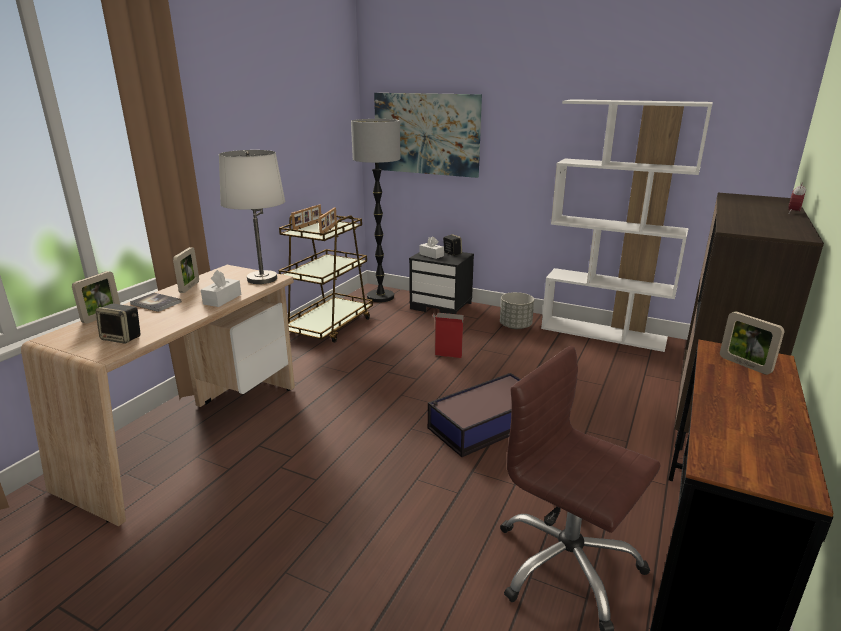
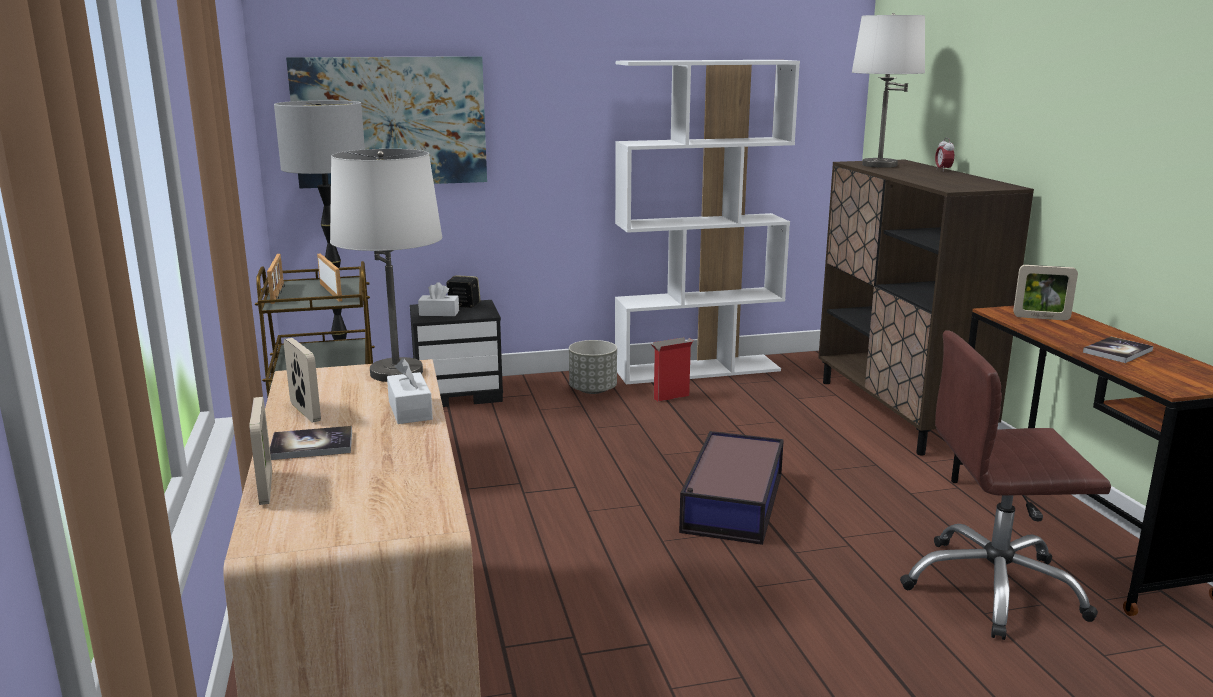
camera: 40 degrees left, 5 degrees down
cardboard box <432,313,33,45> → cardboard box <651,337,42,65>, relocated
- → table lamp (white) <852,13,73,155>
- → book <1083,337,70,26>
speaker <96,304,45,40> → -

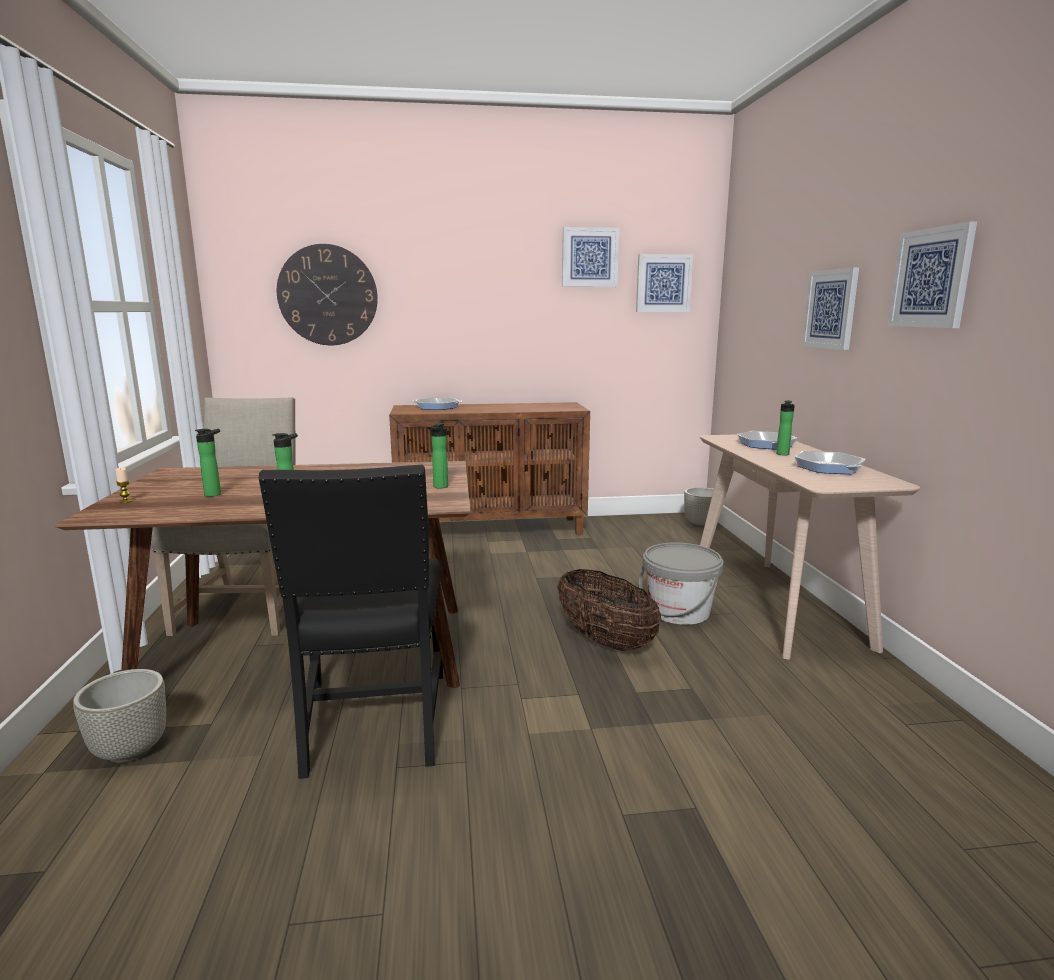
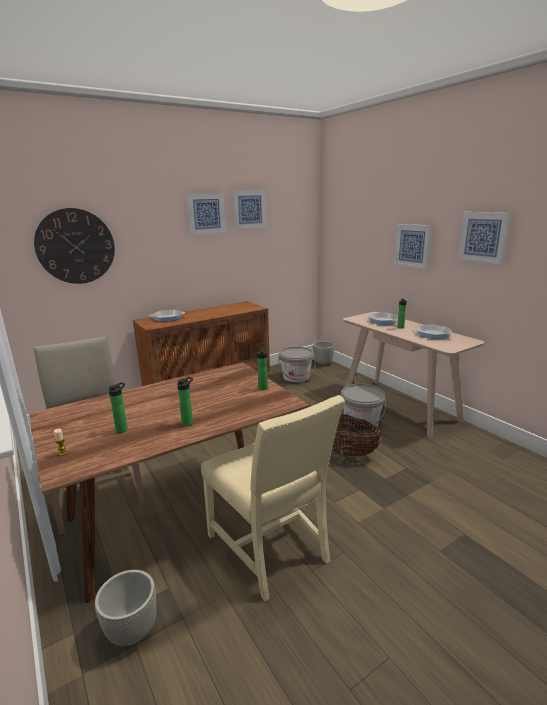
camera: 25 degrees left, 5 degrees up
picture <636,254,57,58> → picture <187,193,39,42>, relocated
chair (black) <259,465,184,314> → chair (beige) <201,395,144,206>
- → bucket (grey) <278,347,38,36>

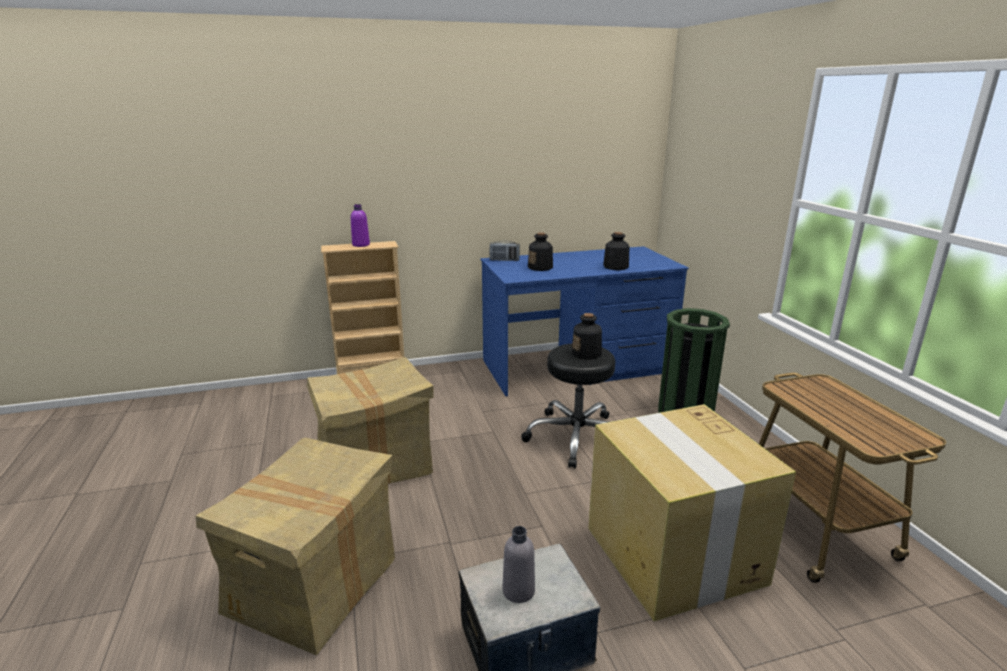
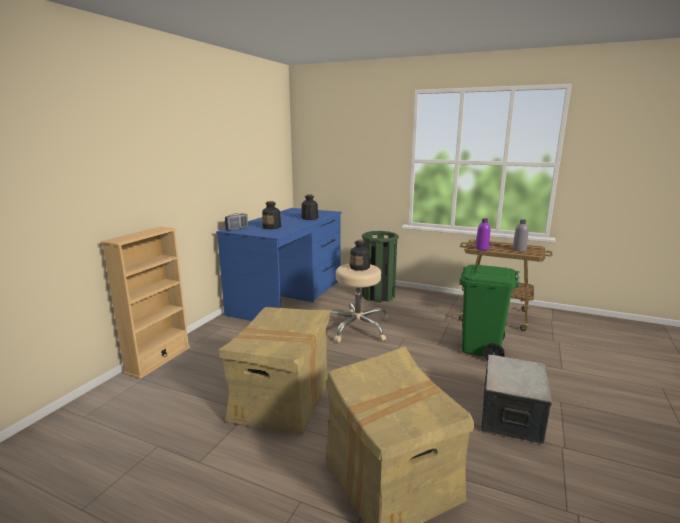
camera: 50 degrees left, 5 degrees down
stool (black) <521,343,94,125> → stool (beige) <330,264,60,79>
cardboard box <588,404,208,217> → trash can (green) <460,265,60,95>
bottle (purple) <351,204,19,43> → bottle (purple) <475,218,15,32>, relocated
bottle (grey) <502,526,33,77> → bottle (grey) <513,219,16,32>, relocated

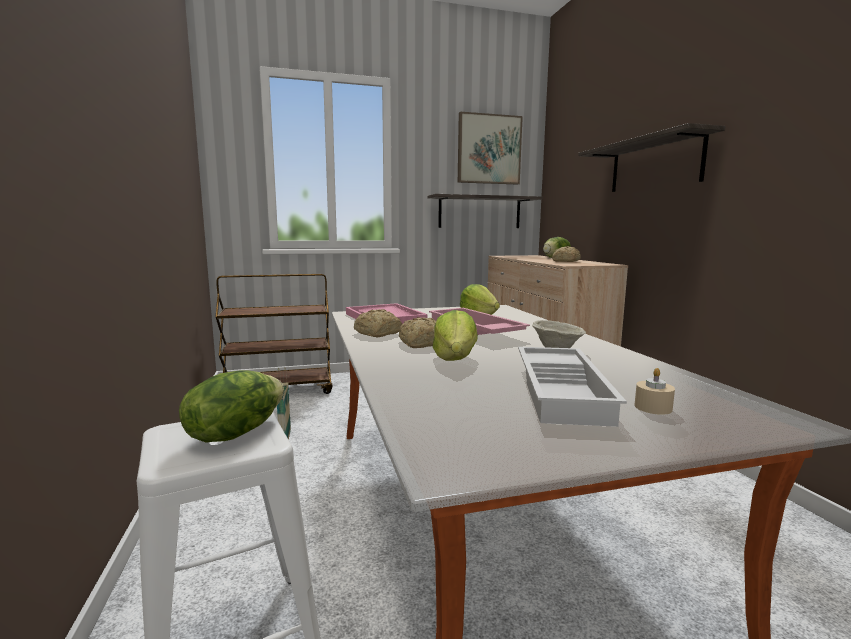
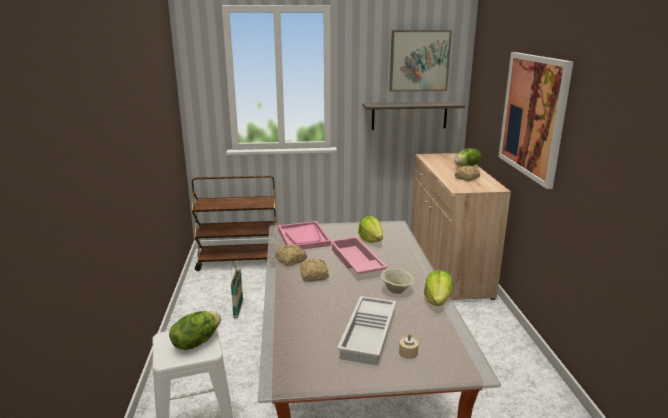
camera: 10 degrees right, 10 degrees up
lettuce <433,310,45,51> → lettuce <424,270,30,36>, relocated
shelf <578,123,148,69> → picture <499,52,74,137>

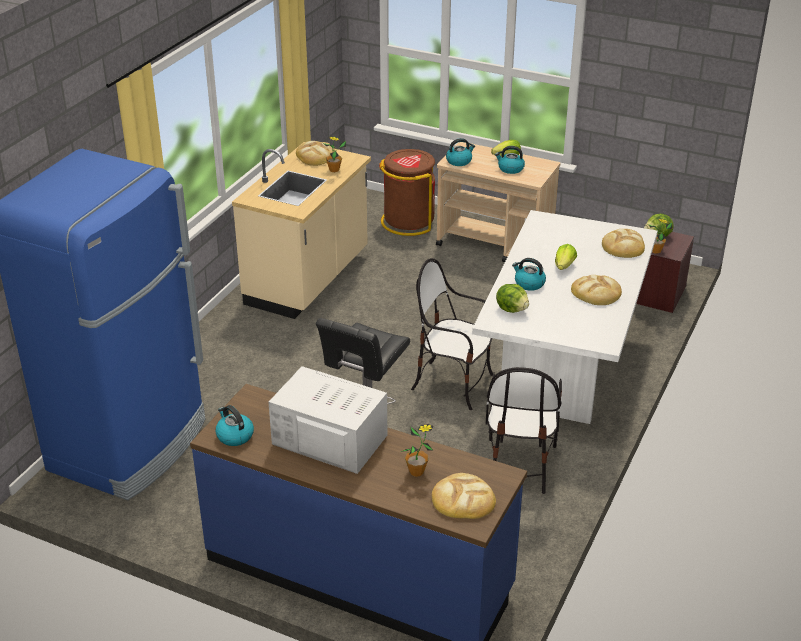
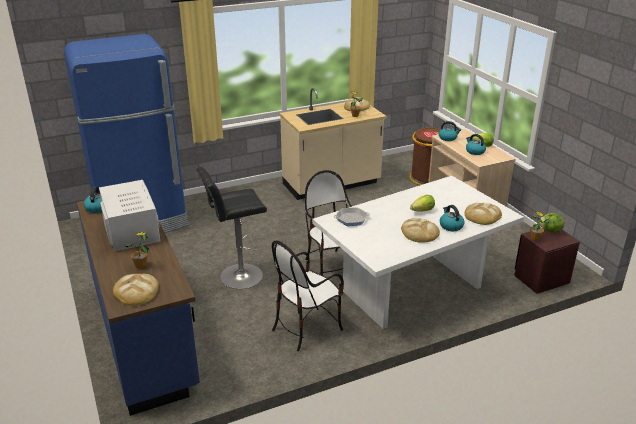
camera: 40 degrees right, 5 degrees down
lettuce <496,284,33,29> → frying pan <334,207,36,19>
kettle <512,258,34,33> → kettle <440,205,25,26>, relocated

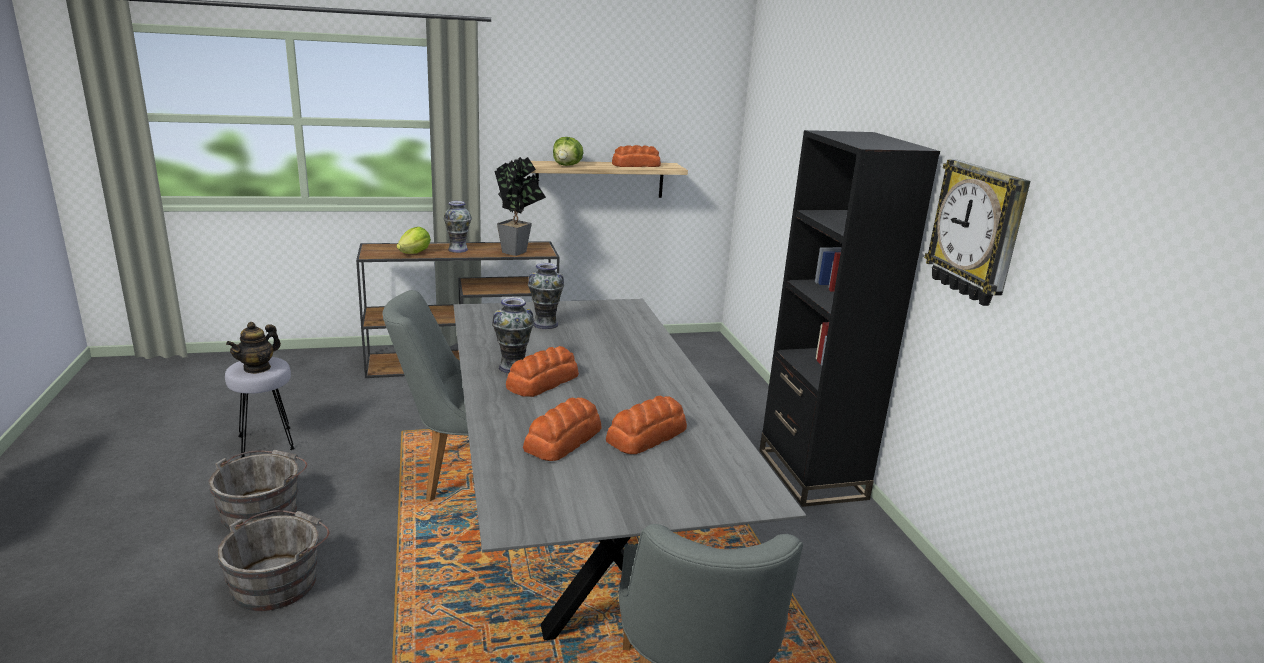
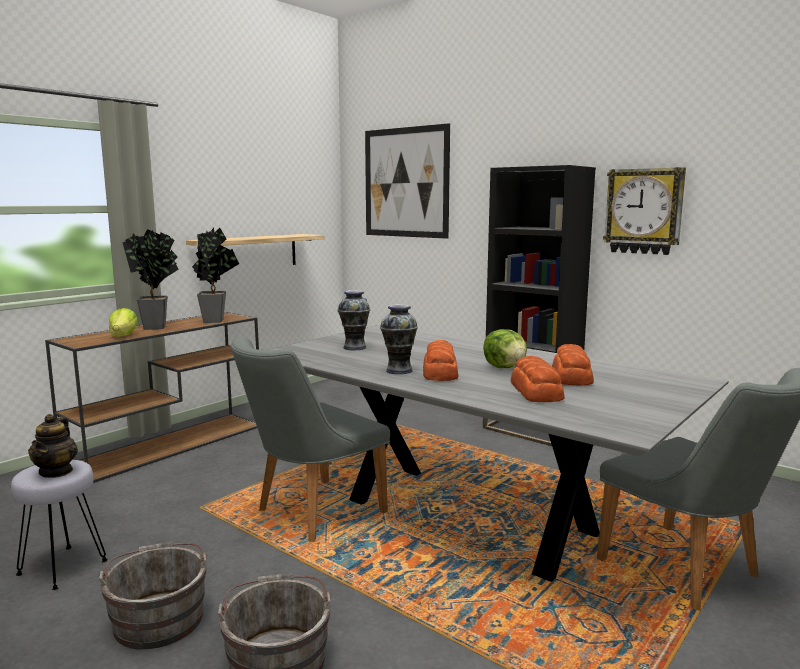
camera: 35 degrees left, 10 degrees down
vase <444,201,28,52> → potted plant <122,229,57,101>
- → picture <365,123,85,116>
lettuce <553,137,31,29> → lettuce <483,329,44,39>, relocated
bread <612,145,49,22> → -

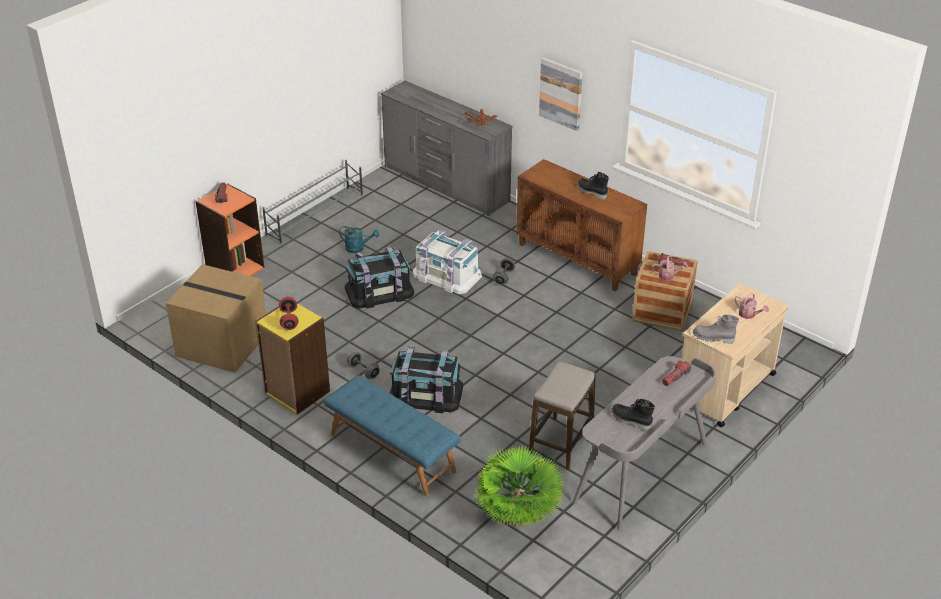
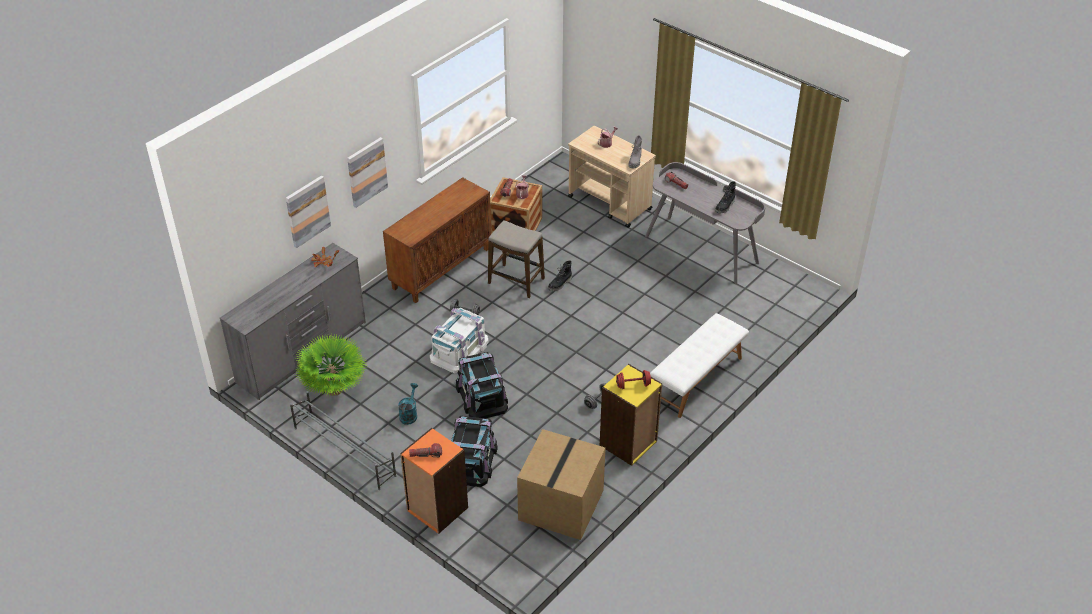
camera: 90 degrees left, 5 degrees up
- → picture <286,176,45,72>
potted plant <473,445,93,83> → potted plant <296,334,71,62>, relocated
storage box (black) <390,347,73,66> → storage box (black) <451,416,47,71>, relocated
stool <529,361,67,109> → stool <488,220,57,78>, relocated
boot (black) <577,172,32,28> → boot (black) <548,260,24,31>, relocated
bench (blue) <324,375,136,122> → bench (white) <650,313,99,105>

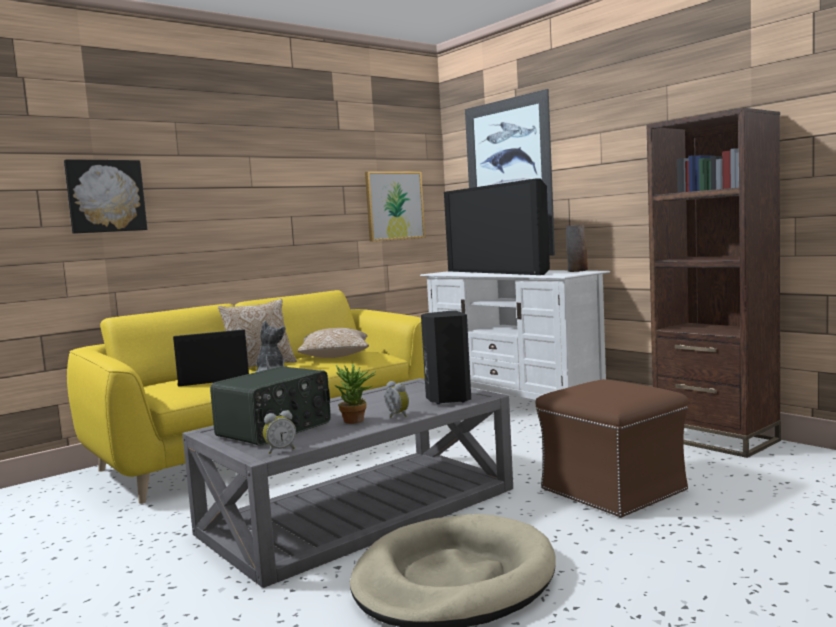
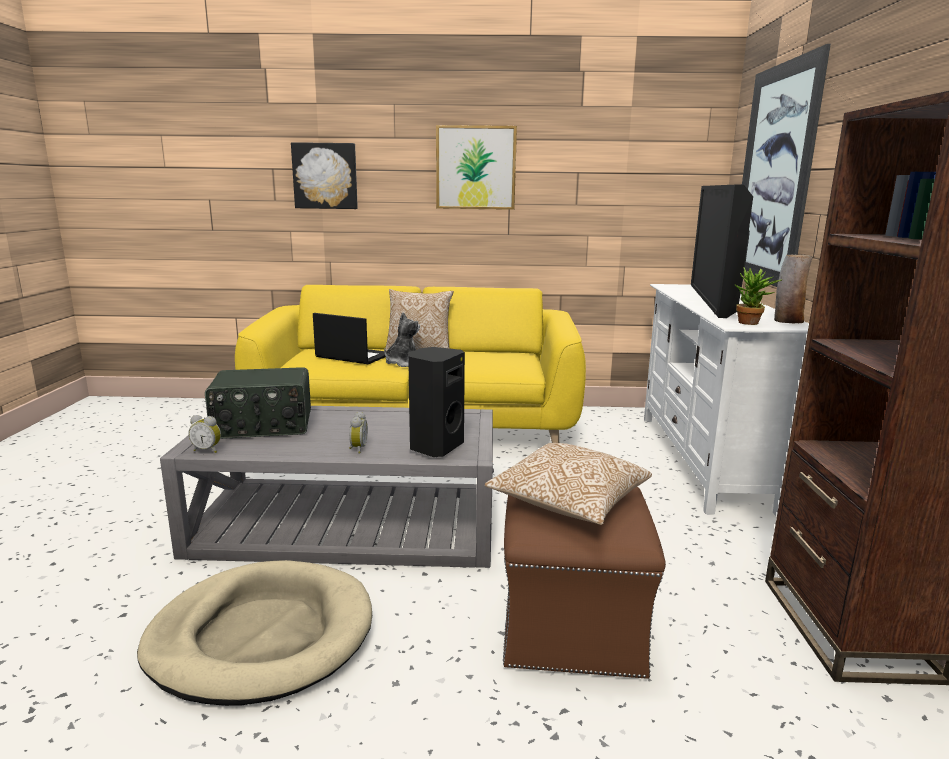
camera: 40 degrees right, 10 degrees up
picture <365,171,60,71> → picture <436,125,81,85>, relocated
pillow <297,328,72,30> → pillow <485,443,167,82>, relocated
potted plant <334,364,42,60> → potted plant <734,267,48,58>, relocated

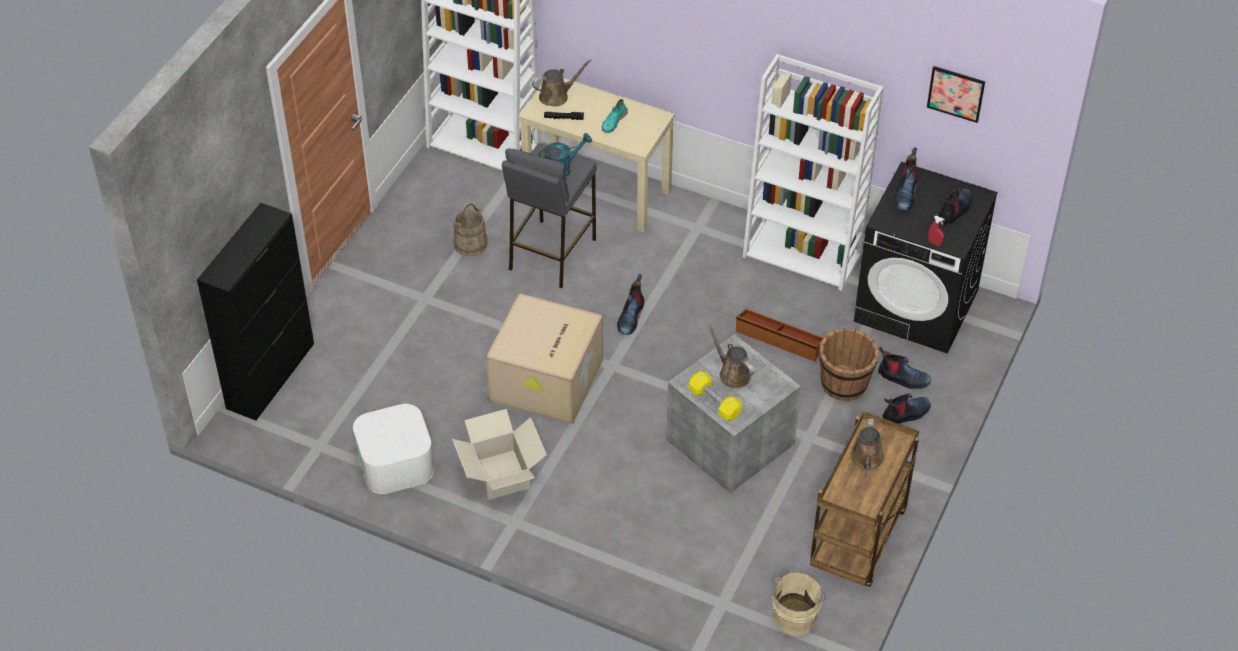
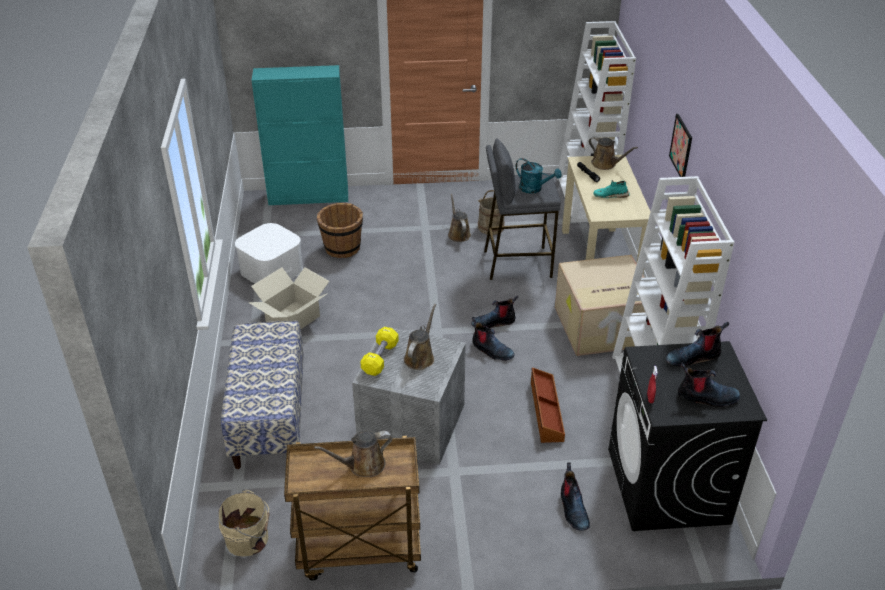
camera: 60 degrees right, 10 degrees down
- → bench <221,321,83,148>
cabinet (black) <197,203,117,218> → cabinet (turquoise) <251,65,97,140>
bucket (brown) <819,328,60,73> → bucket (brown) <317,203,46,55>, relocated
- → watering can (brown) <448,194,23,48>
boot <883,393,48,31> → boot <472,317,43,44>, relocated
cardboard box <486,293,117,131> → cardboard box <555,255,90,101>, relocated
picture <927,66,58,57> → picture <669,114,23,63>, relocated

